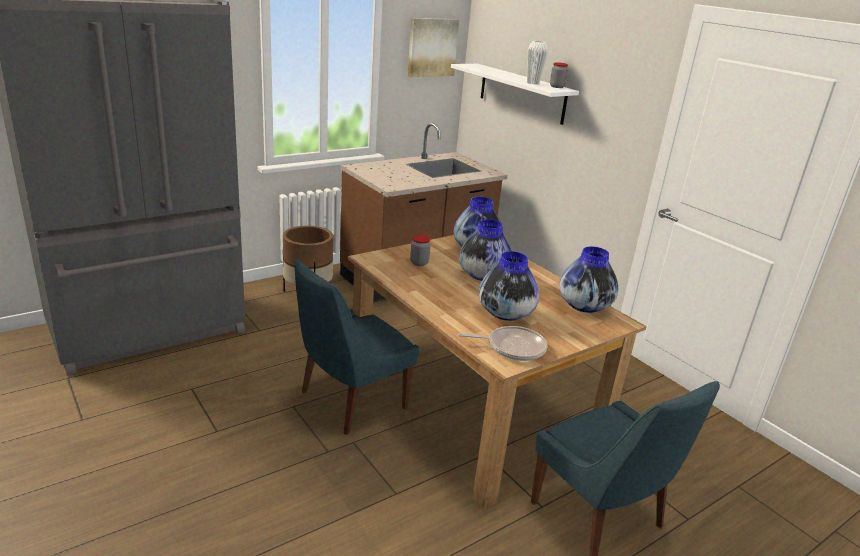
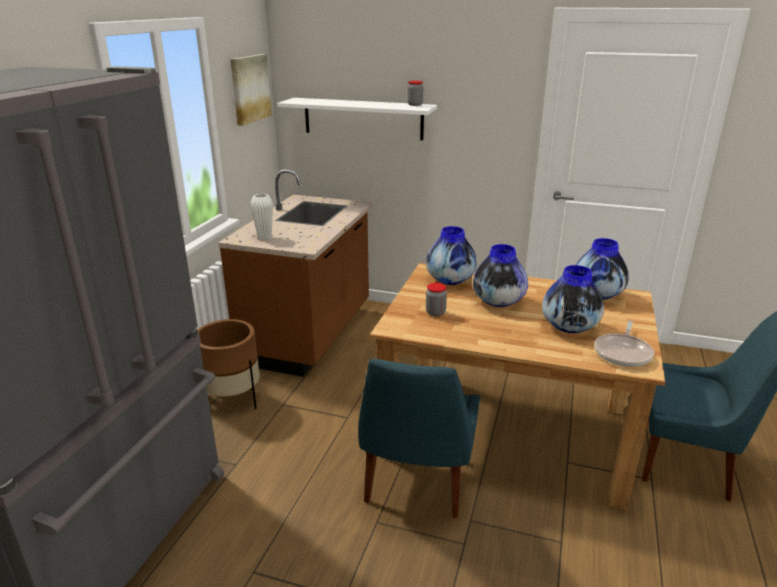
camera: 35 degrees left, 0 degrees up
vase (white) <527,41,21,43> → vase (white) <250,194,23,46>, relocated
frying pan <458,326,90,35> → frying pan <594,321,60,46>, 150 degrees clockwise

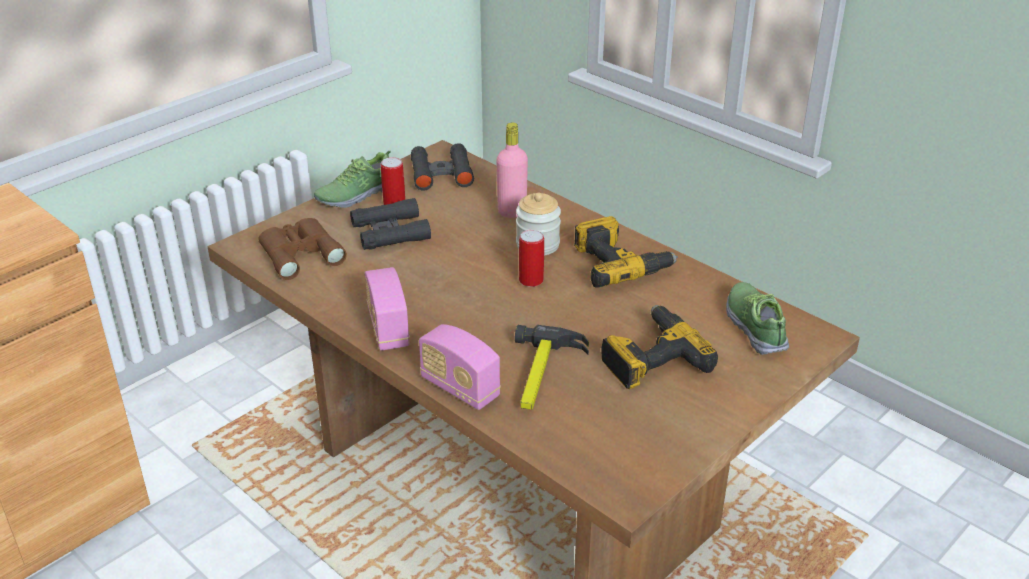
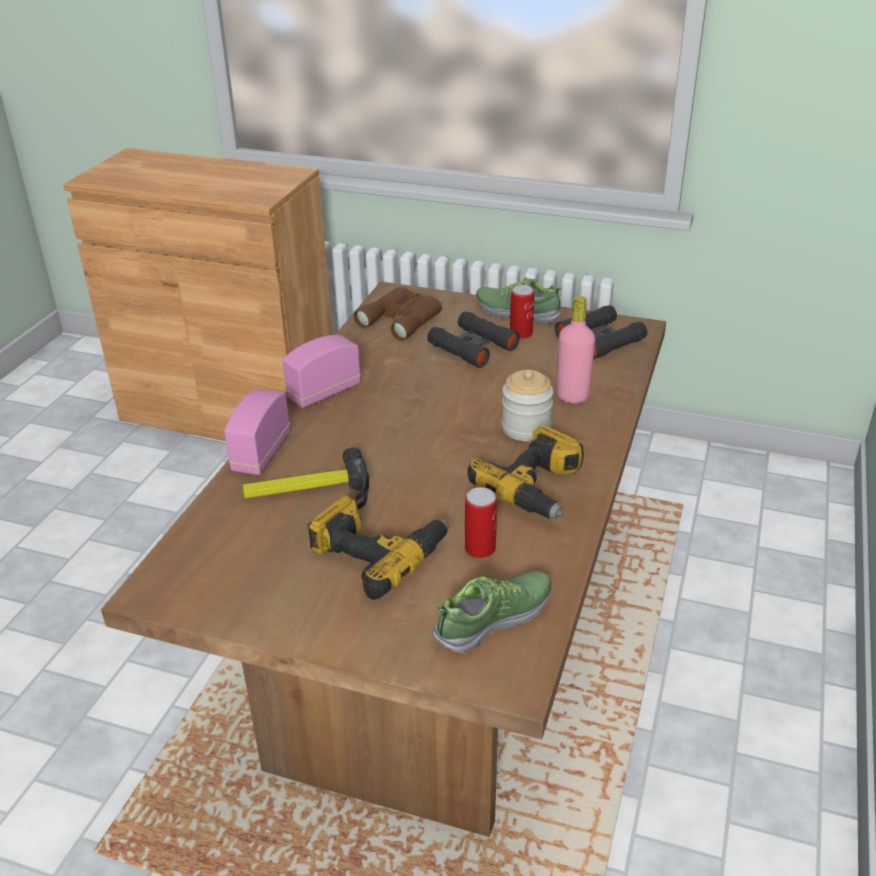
camera: 65 degrees right, 0 degrees up
can <519,230,25,57> → can <465,487,32,71>, relocated

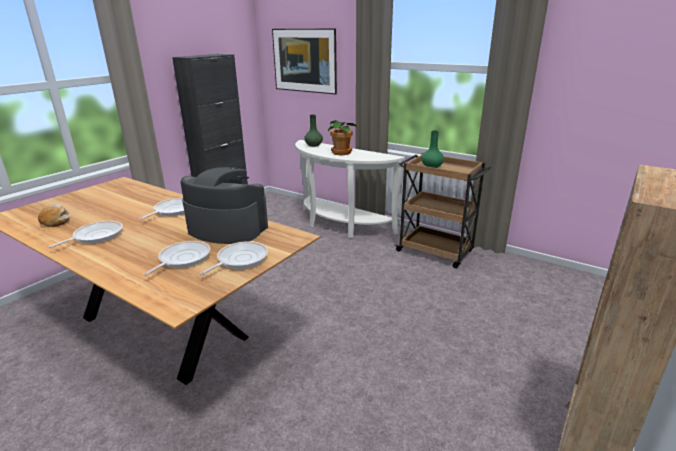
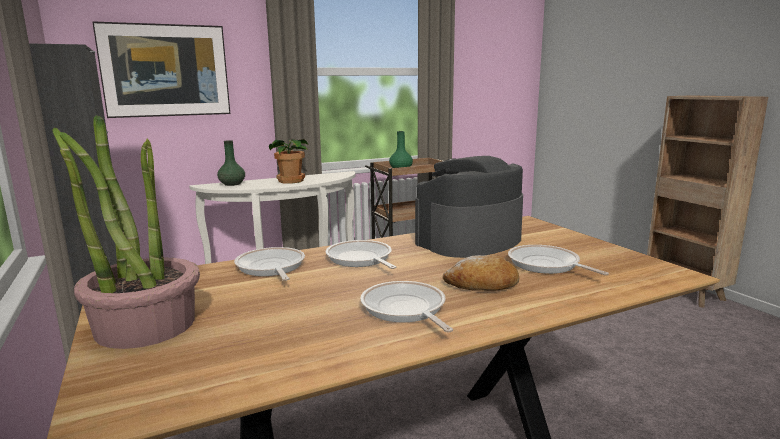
camera: 60 degrees left, 10 degrees down
- → potted plant <52,115,148,234>
frying pan <200,241,68,34> → frying pan <234,247,71,34>, relocated
bread <38,204,32,23> → bread <443,255,76,36>, relocated

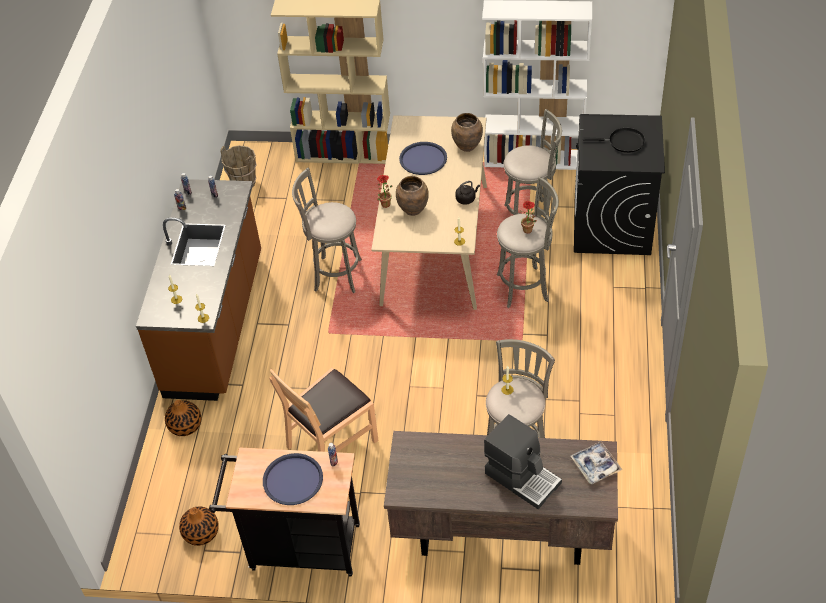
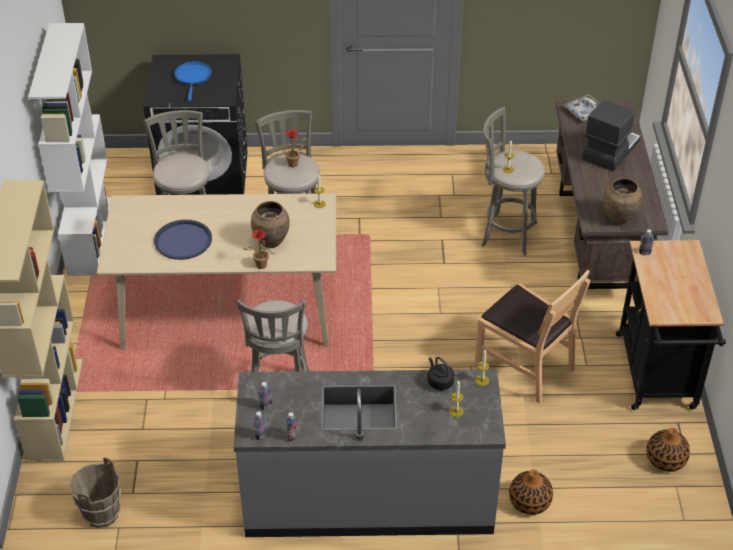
camera: 100 degrees left, 5 degrees down
frying pan (black) <583,127,62,26> → frying pan (blue) <174,61,38,40>
counter (brown) <136,179,125,222> → counter (grey) <233,369,273,168>
kettle (black) <455,181,25,23> → kettle (black) <428,357,27,33>, relocated
vase (brown) <451,113,32,39> → vase (brown) <604,178,38,47>, relocated
tray (blue) <263,453,60,52> → -

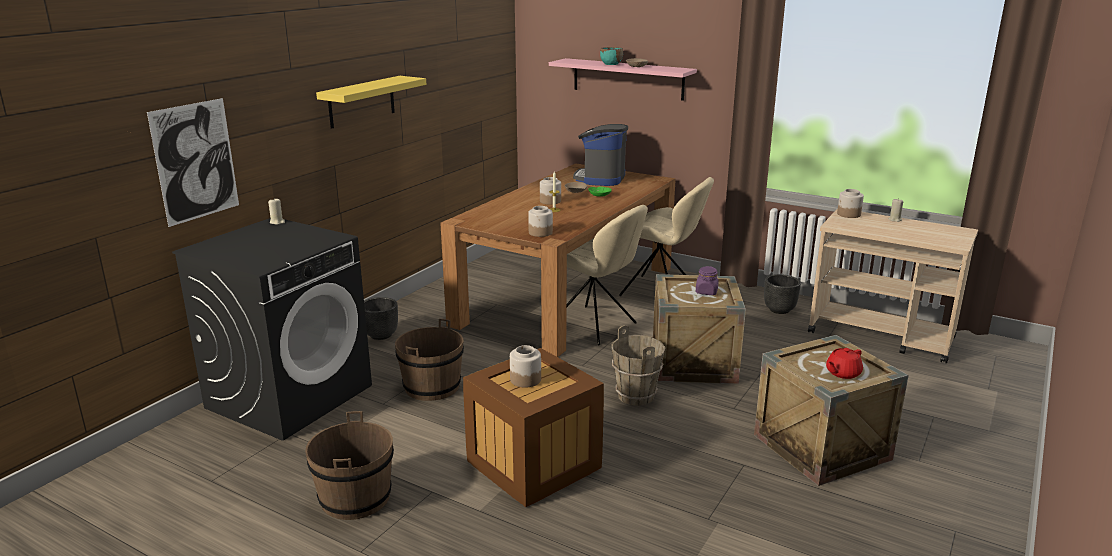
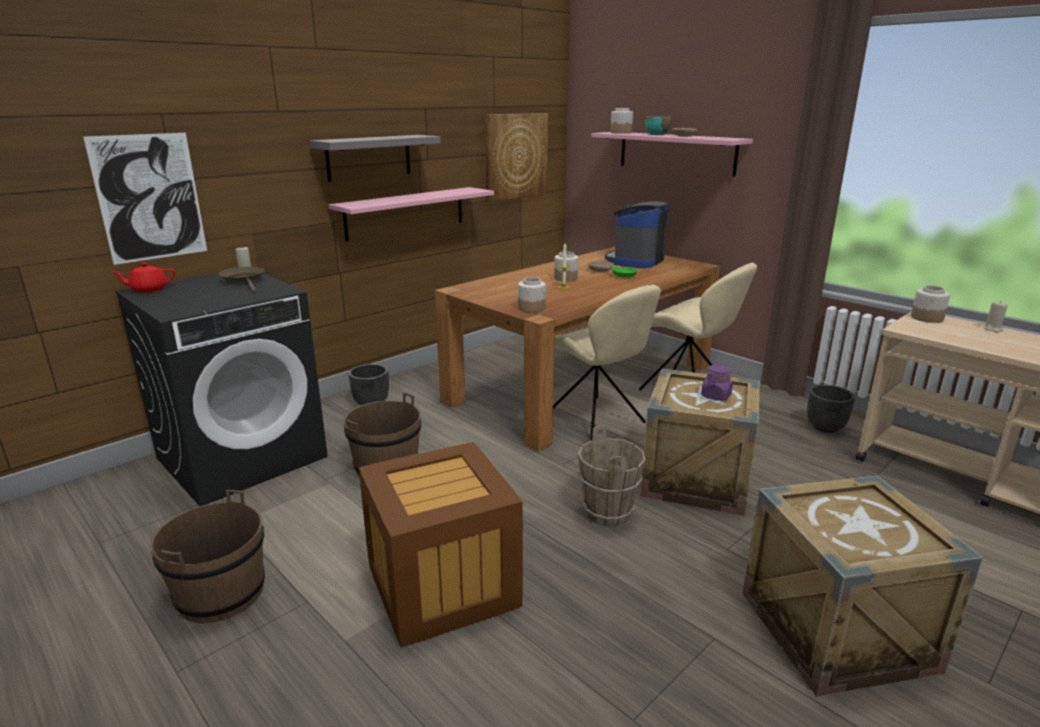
camera: 15 degrees right, 0 degrees up
teapot (red) <826,348,37,31> → teapot (red) <112,263,64,29>, relocated
- → frying pan (brown) <219,267,46,26>
shelf (yellow) <316,76,110,53> → shelf (grey) <310,135,131,47>
- → shelf (pink) <329,187,165,54>
- → picture <485,113,63,89>
jar <510,345,31,43> → jar <611,108,22,26>, relocated

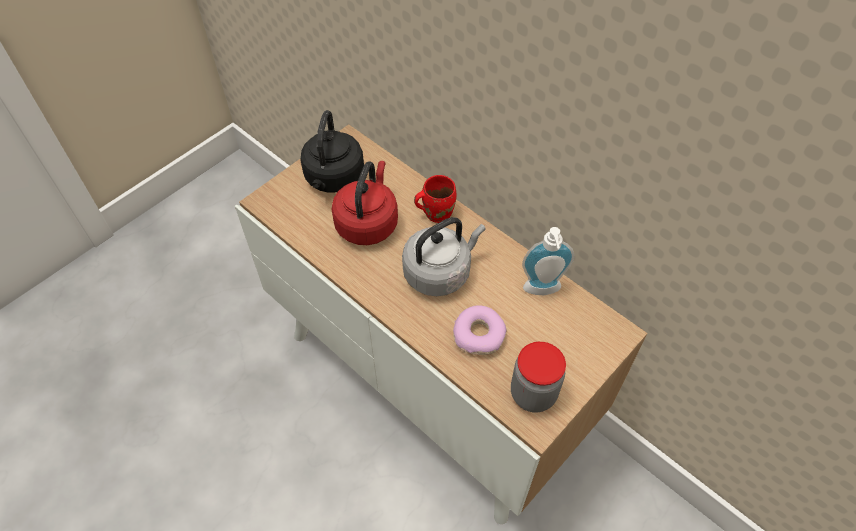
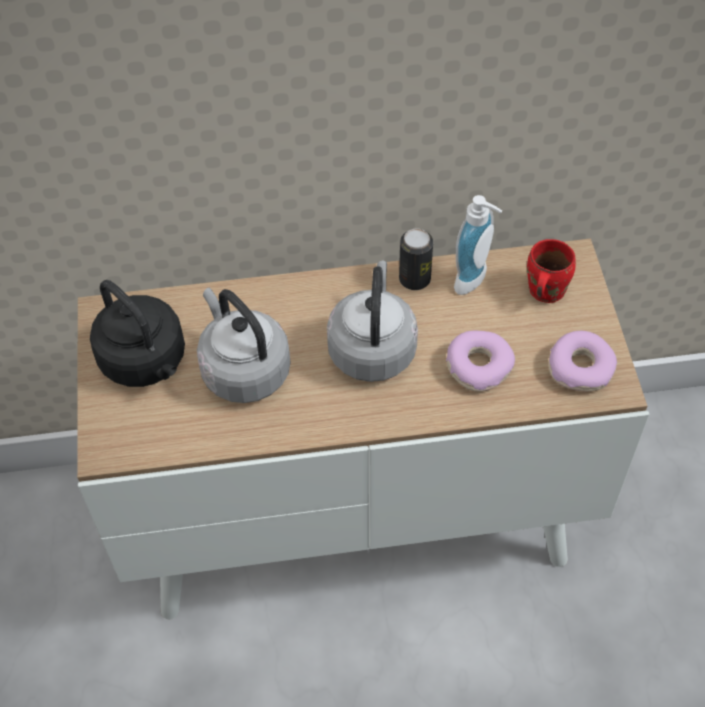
camera: 50 degrees left, 0 degrees up
kettle (red) <331,161,67,84> → kettle (grey) <197,288,94,115>
- → can <399,228,34,62>
mug (red) <414,175,43,48> → mug (red) <527,239,49,64>, relocated
jar <511,342,55,71> → donut <549,331,68,60>

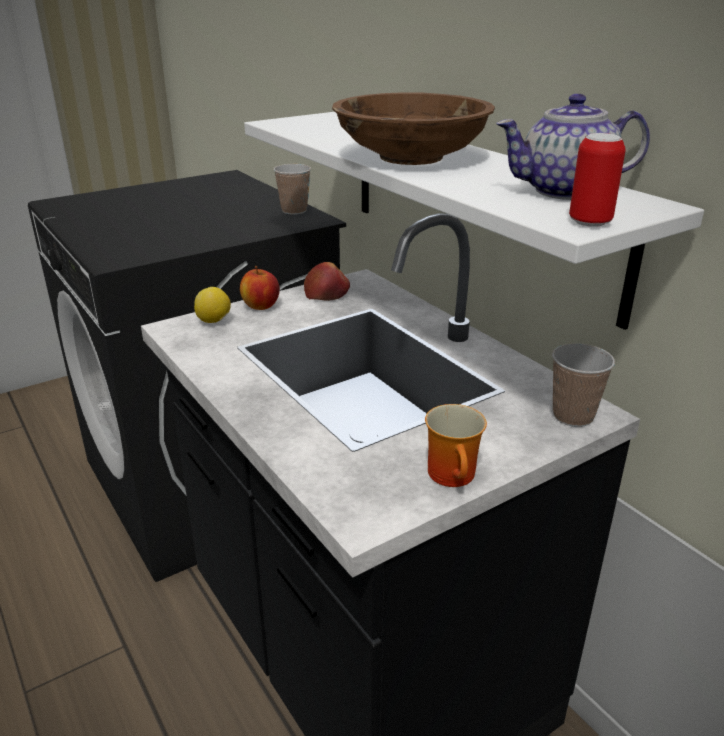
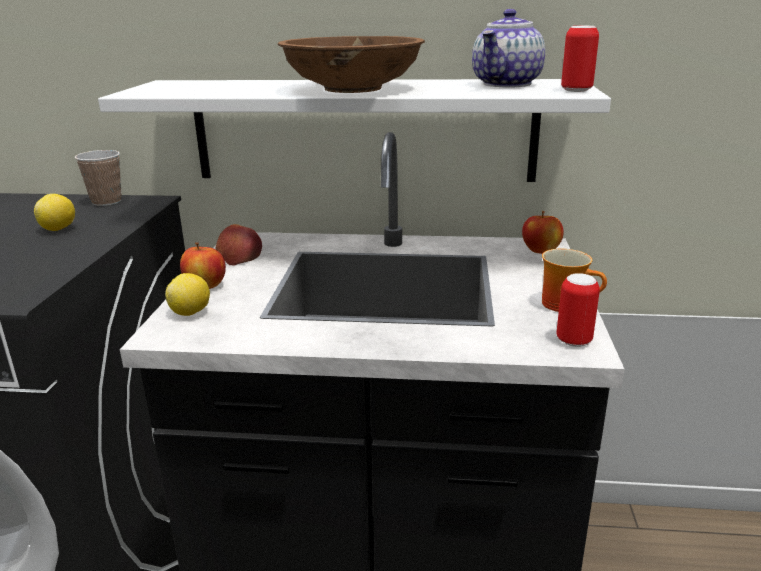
camera: 50 degrees left, 5 degrees down
- → lemon <34,194,41,37>
cup <552,343,63,84> → apple <522,211,42,43>
- → can <556,273,44,74>

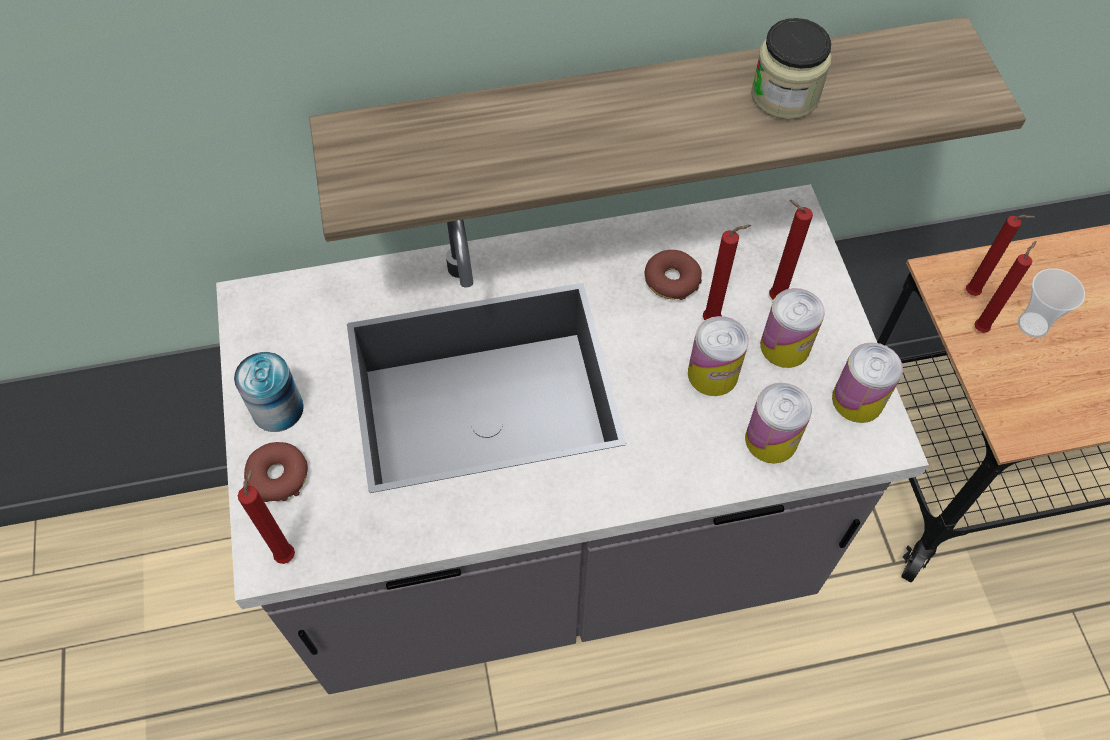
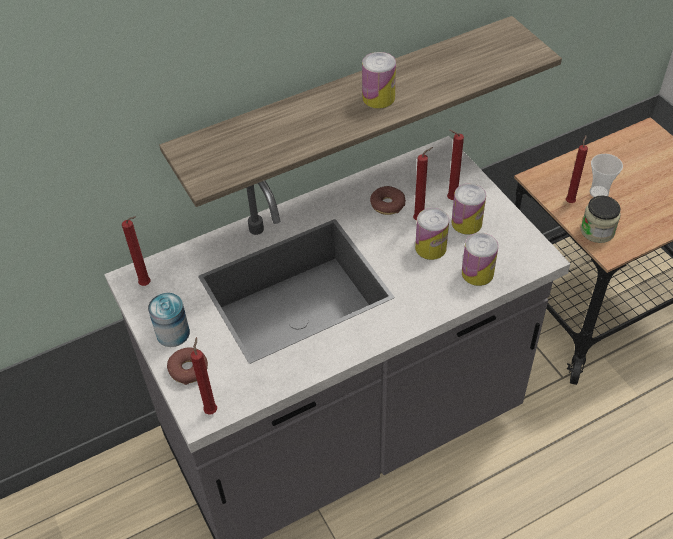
camera: 15 degrees left, 10 degrees down
candle (red) <966,215,69,81> → candle (red) <122,216,29,70>, relocated
can <832,343,71,80> → can <362,52,34,57>, relocated
jar <751,18,81,102> → jar <581,195,39,48>, relocated

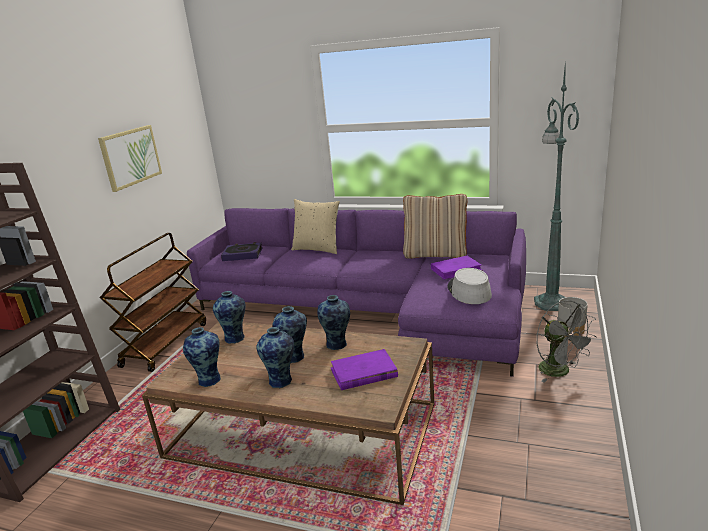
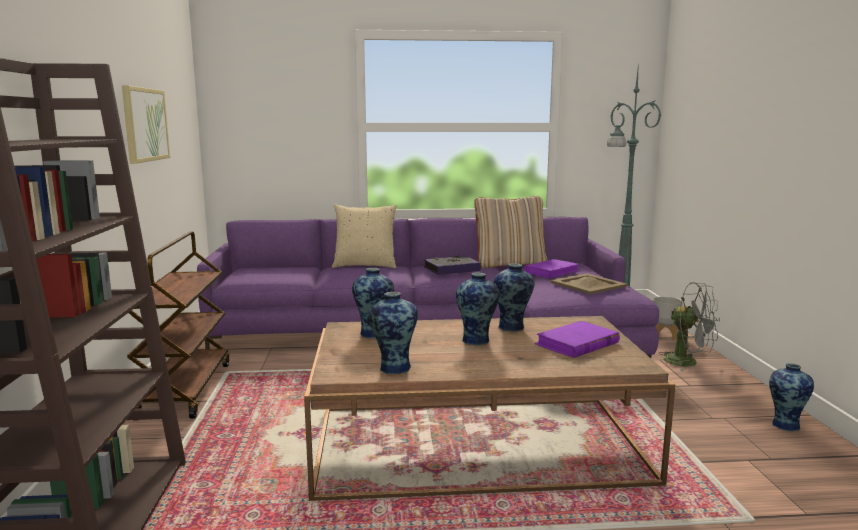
camera: 25 degrees left, 10 degrees down
book <221,242,42,19> → book <424,256,57,19>, relocated
hat (grey) <448,268,44,36> → tray (beige) <551,273,77,21>
vase <256,327,38,62> → vase <769,363,45,69>, relocated

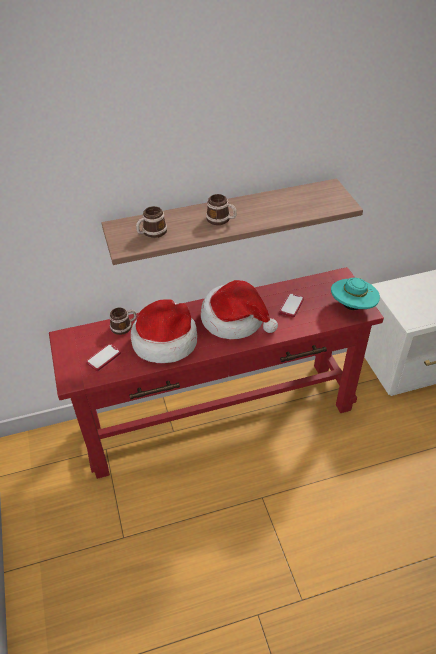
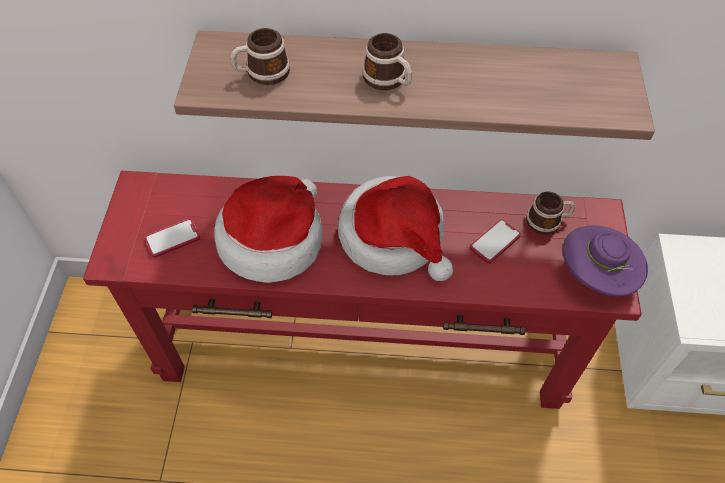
camera: 20 degrees right, 10 degrees up
mug <109,308,28,27> → mug <526,192,49,43>, relocated
hat (turquoise) <331,278,49,32> → hat (purple) <563,225,85,72>

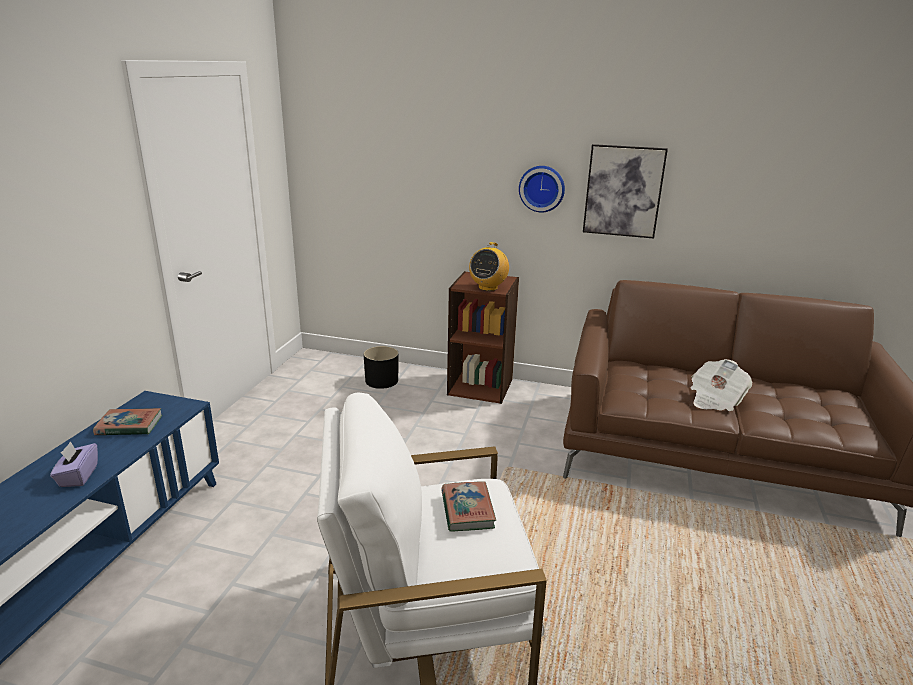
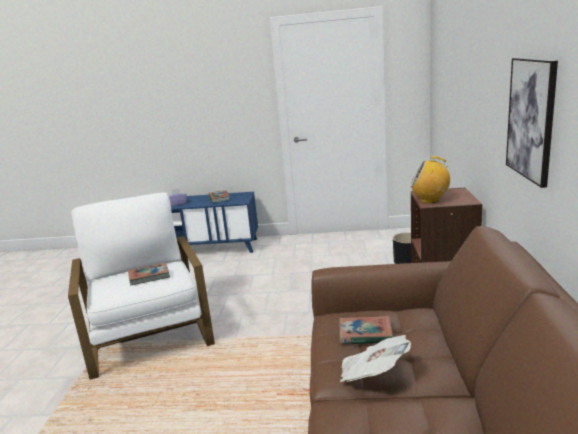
camera: 80 degrees right, 5 degrees down
- → book <339,316,54,28>
wall clock <519,166,46,47> → -

